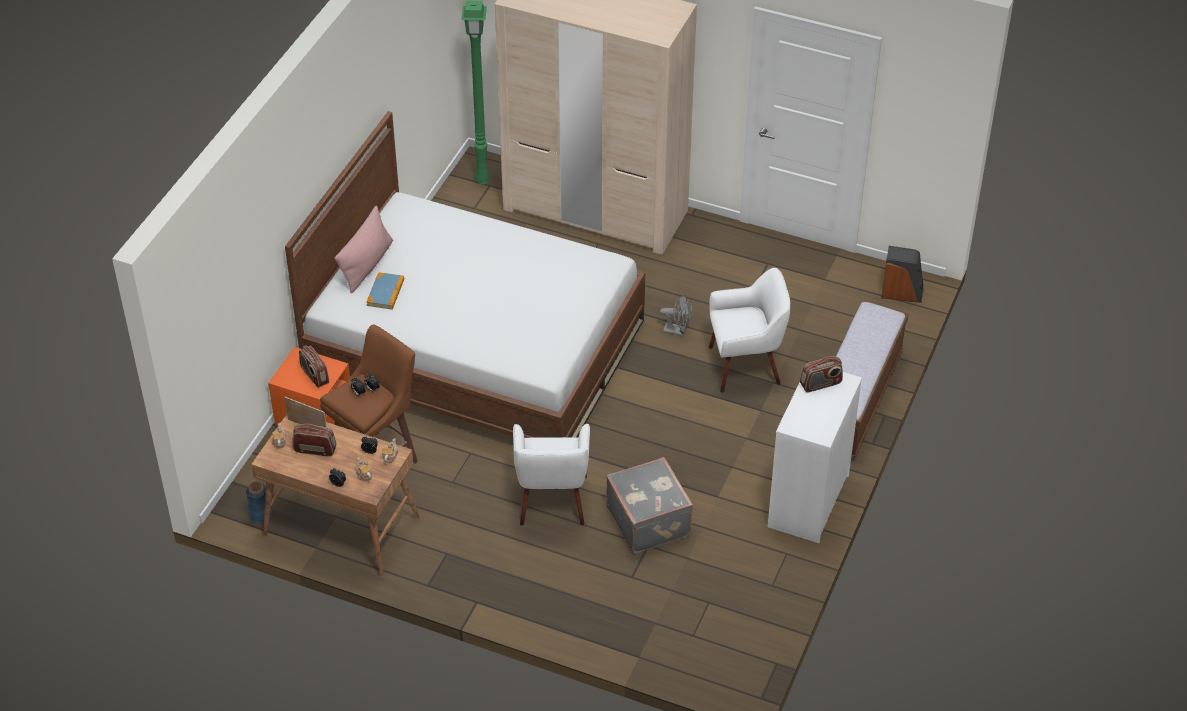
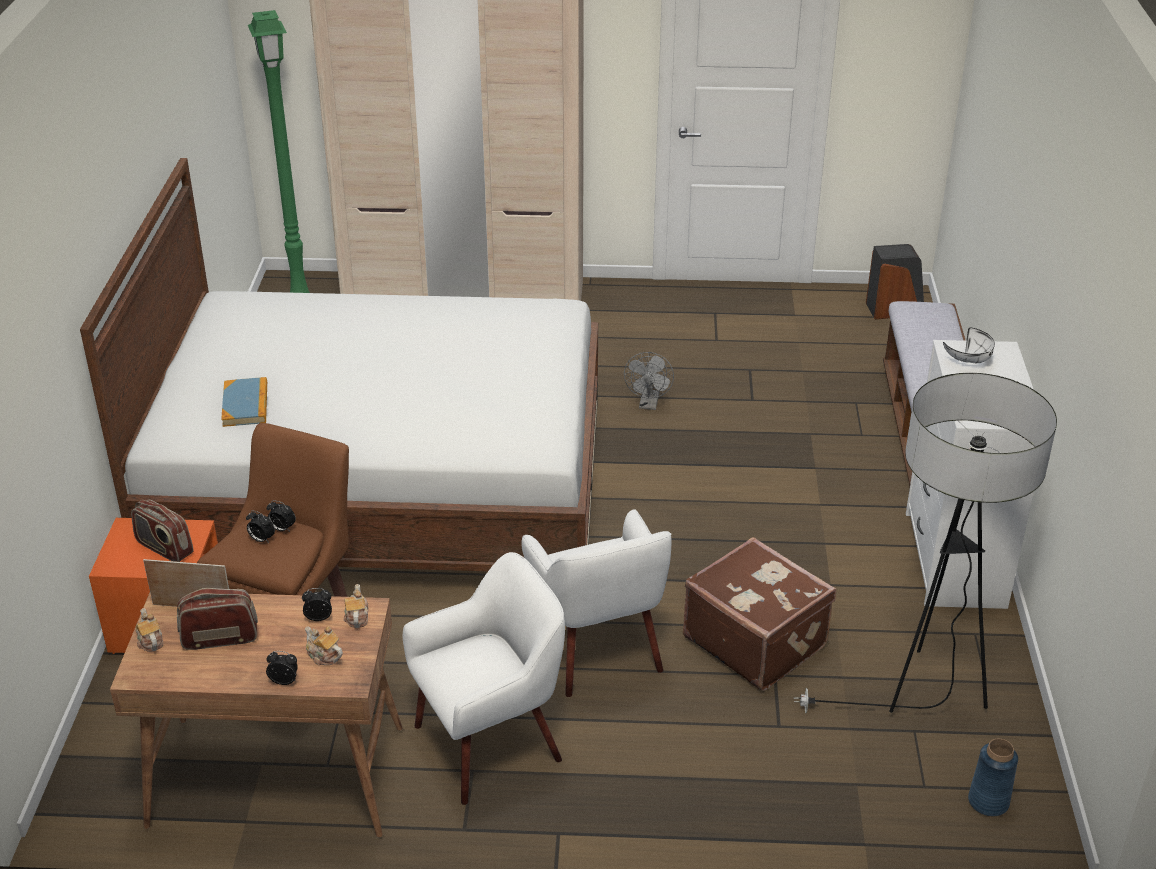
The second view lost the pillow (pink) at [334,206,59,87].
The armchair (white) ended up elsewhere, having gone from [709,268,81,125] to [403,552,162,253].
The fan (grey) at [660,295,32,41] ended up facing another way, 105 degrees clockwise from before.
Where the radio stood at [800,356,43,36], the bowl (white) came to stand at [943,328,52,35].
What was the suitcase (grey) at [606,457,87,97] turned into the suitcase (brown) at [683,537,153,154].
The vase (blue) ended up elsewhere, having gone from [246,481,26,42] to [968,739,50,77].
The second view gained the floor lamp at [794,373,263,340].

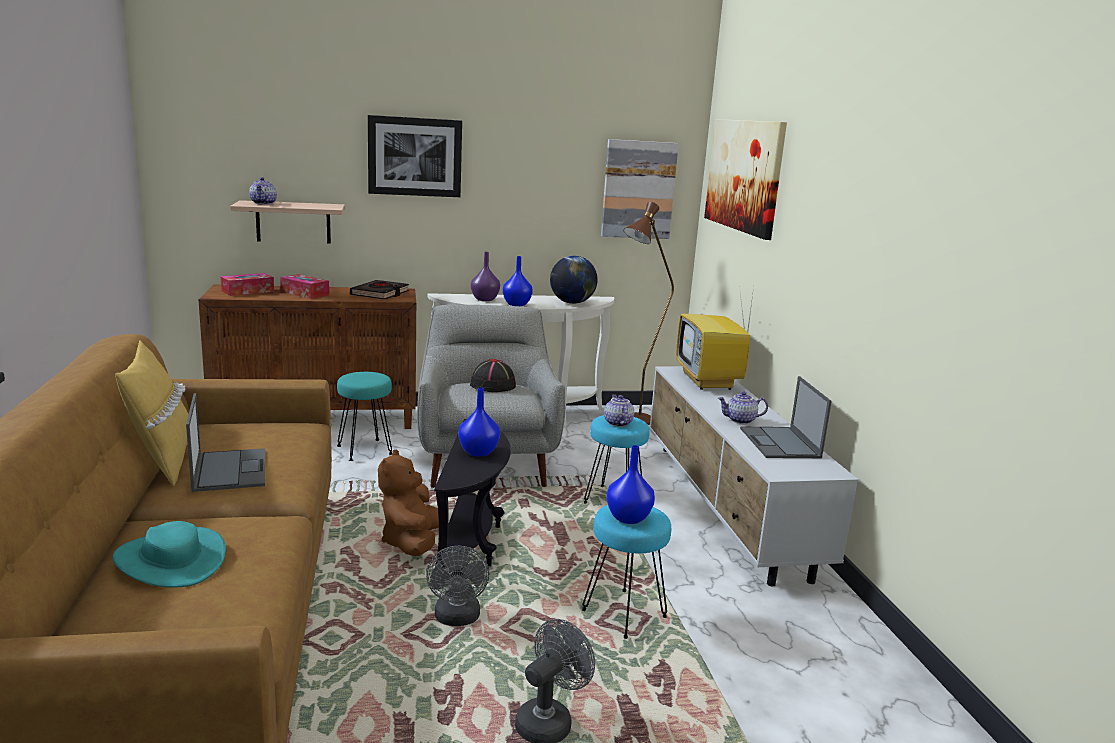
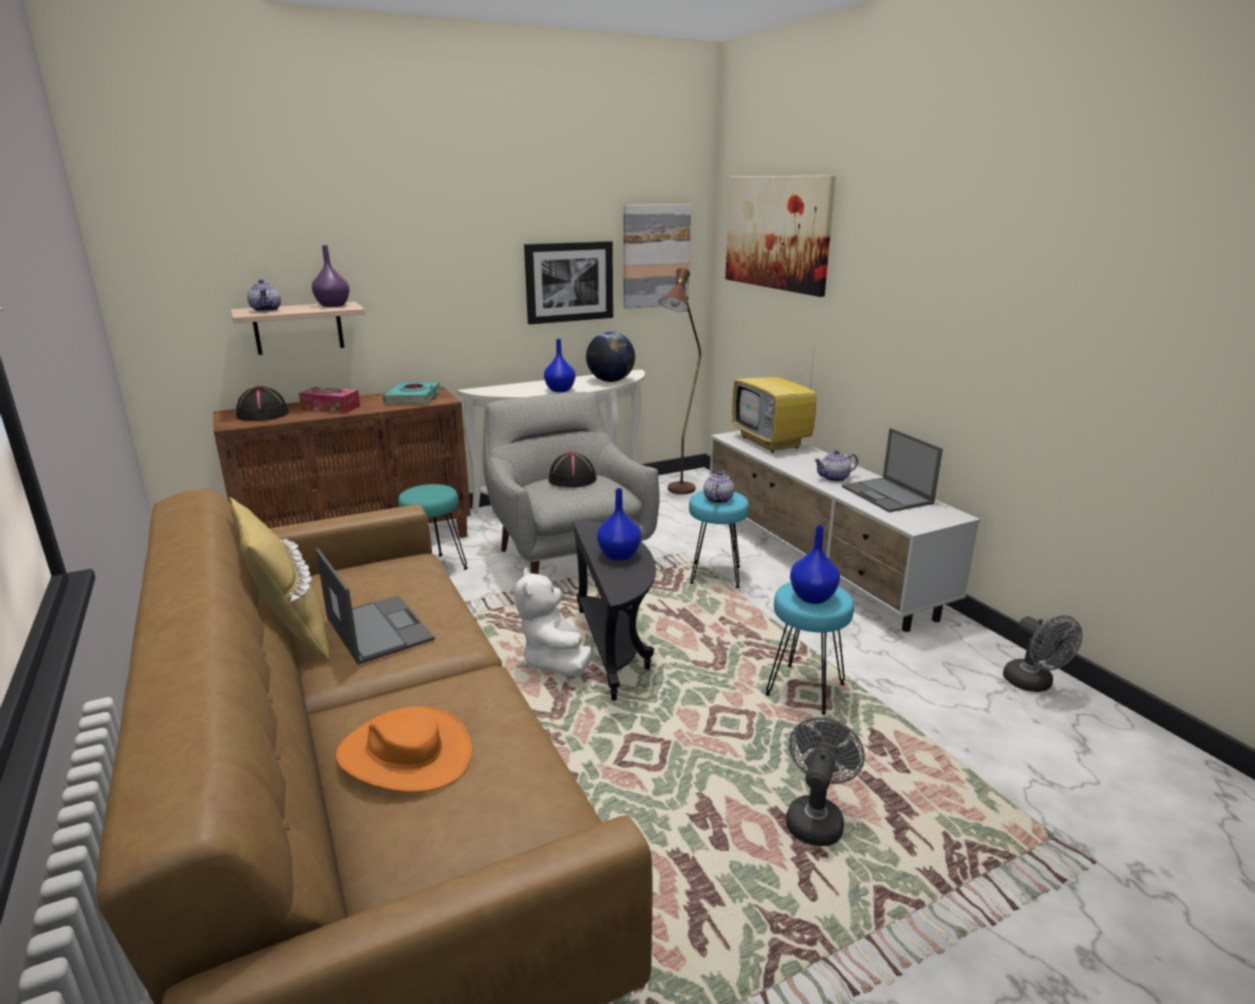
The picture ended up elsewhere, having gone from [368,115,94,82] to [524,241,89,83].
The vase (purple) ended up elsewhere, having gone from [471,252,29,49] to [312,245,38,62].
Where the tissue box stood at [220,273,54,23], the hat (black) came to stand at [236,386,53,35].
What was the book (black) at [350,280,59,20] turned into the book (turquoise) at [382,382,59,22].
The teapot at [604,395,30,32] ended up facing another way, 45 degrees clockwise from before.
What was the plush toy (brown) at [378,449,61,107] turned into the plush toy (white) at [515,567,77,109].
What was the hat (turquoise) at [112,521,114,67] turned into the hat (orange) at [336,707,136,86].
The fan (grey) ended up elsewhere, having gone from [426,546,63,80] to [1003,615,80,77].

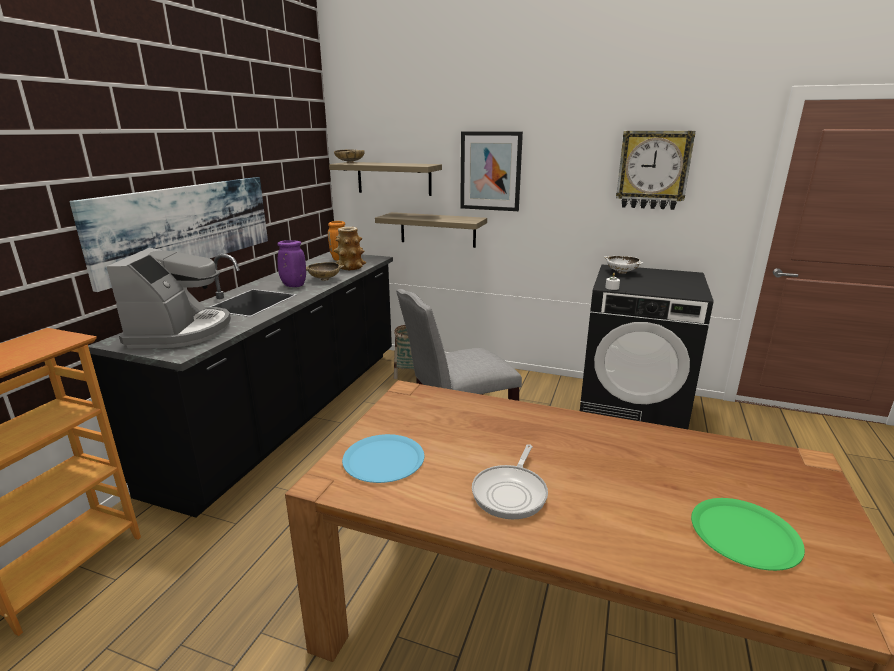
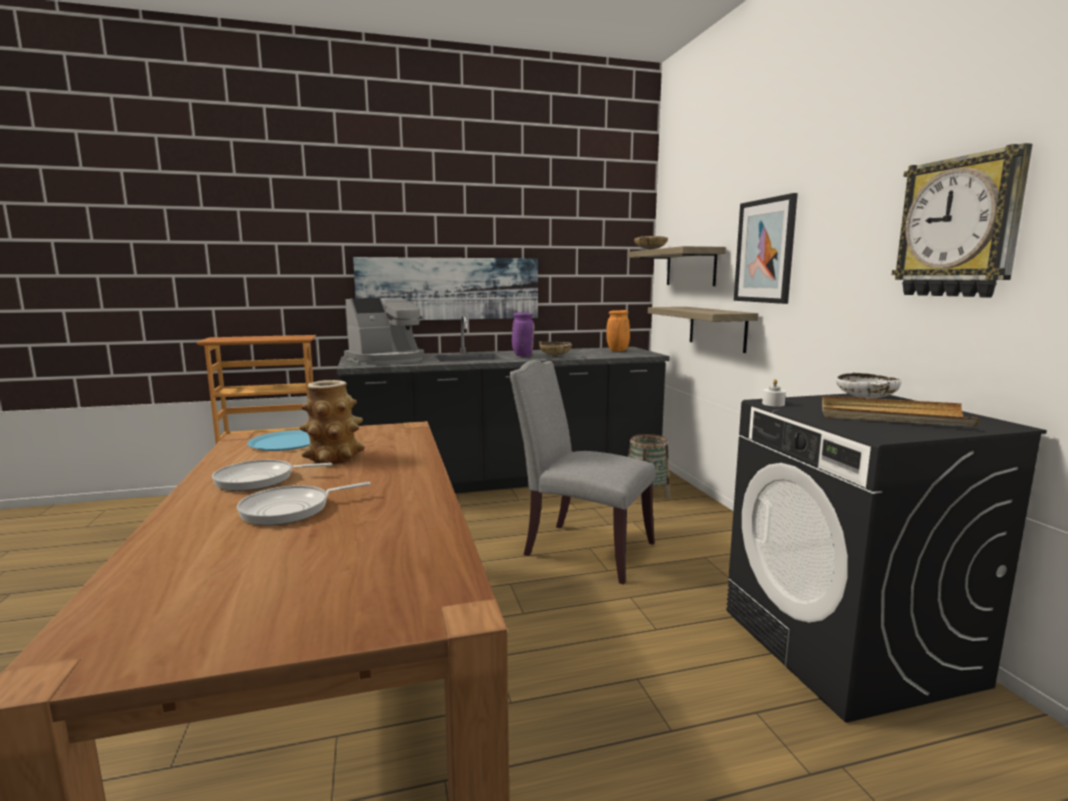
The vase ended up elsewhere, having gone from [333,227,33,43] to [300,380,65,84].
The second view lost the plate (green) at [691,498,114,73].
The second view gained the tray (beige) at [822,396,157,31].
The second view gained the frying pan at [237,482,134,43].

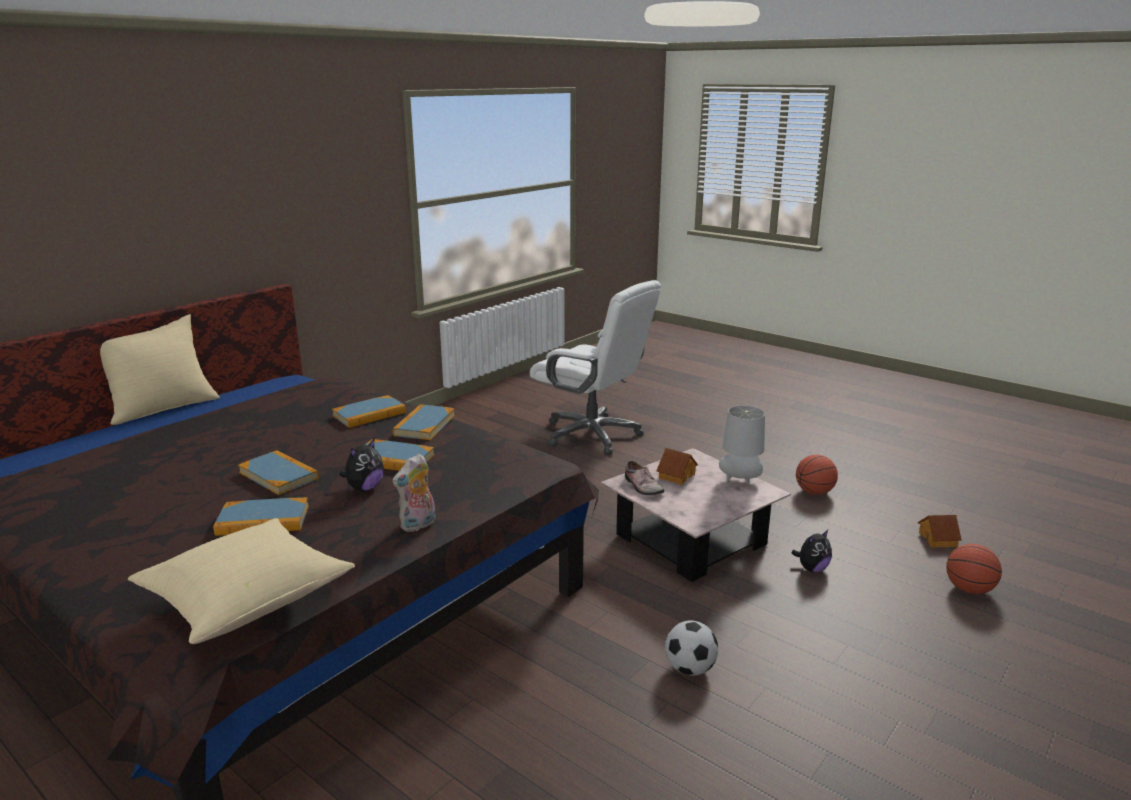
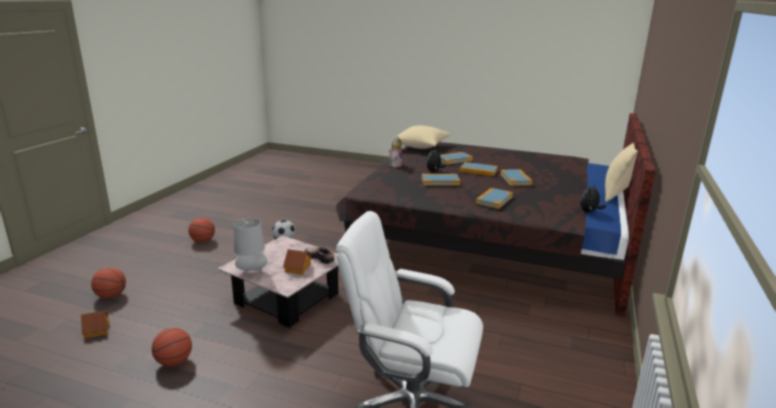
The book ended up elsewhere, having gone from [393,404,62,36] to [500,169,33,17].
The plush toy ended up elsewhere, having gone from [791,530,41,42] to [580,183,26,29].
The second view gained the basketball at [188,217,27,26].

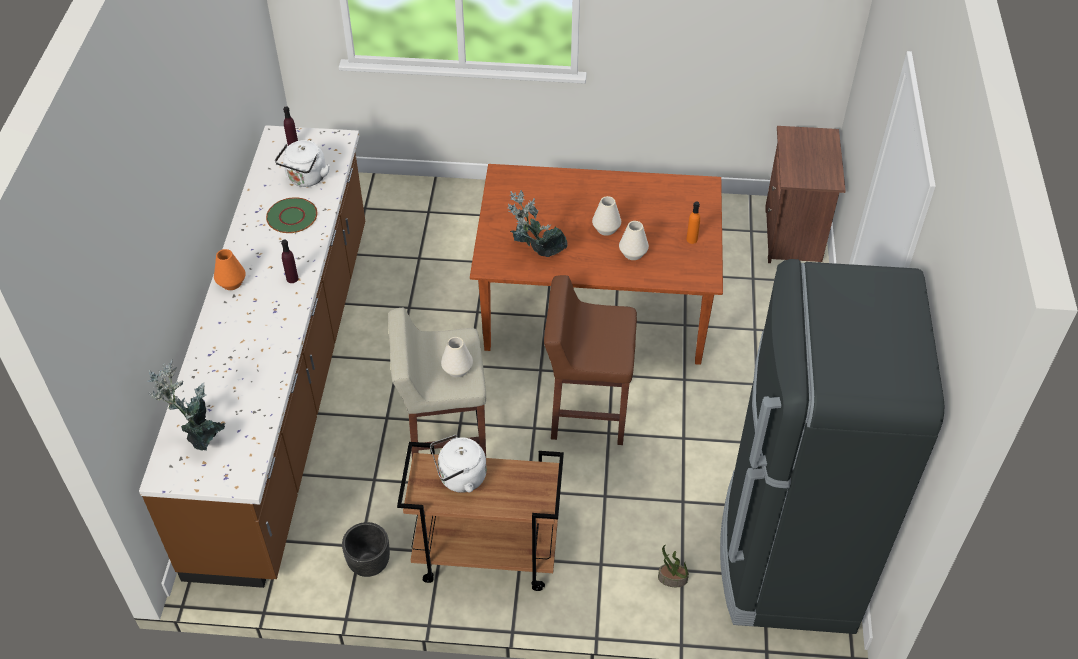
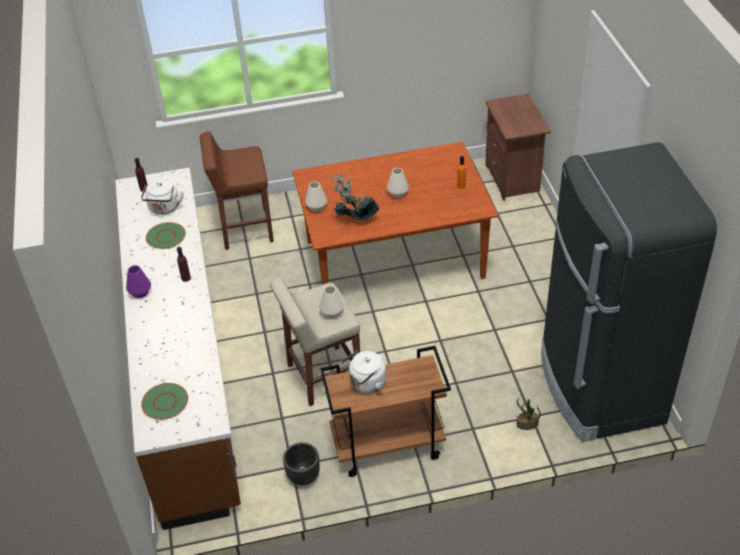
The vase (white) ended up elsewhere, having gone from [619,221,30,39] to [305,182,22,30].
What was the vase (orange) at [214,249,32,41] turned into the vase (purple) at [126,265,25,33].
The stool (brown) ended up elsewhere, having gone from [544,275,93,170] to [200,132,74,118].
Where the potted plant stood at [147,359,78,92], the plate (green) came to stand at [141,383,47,37].

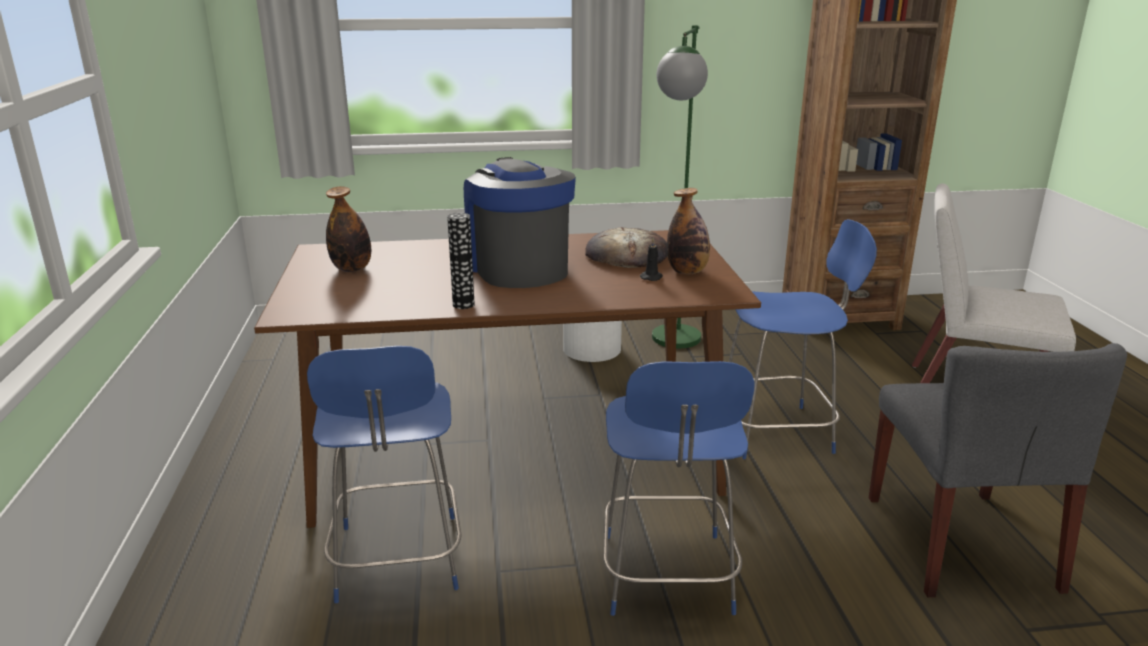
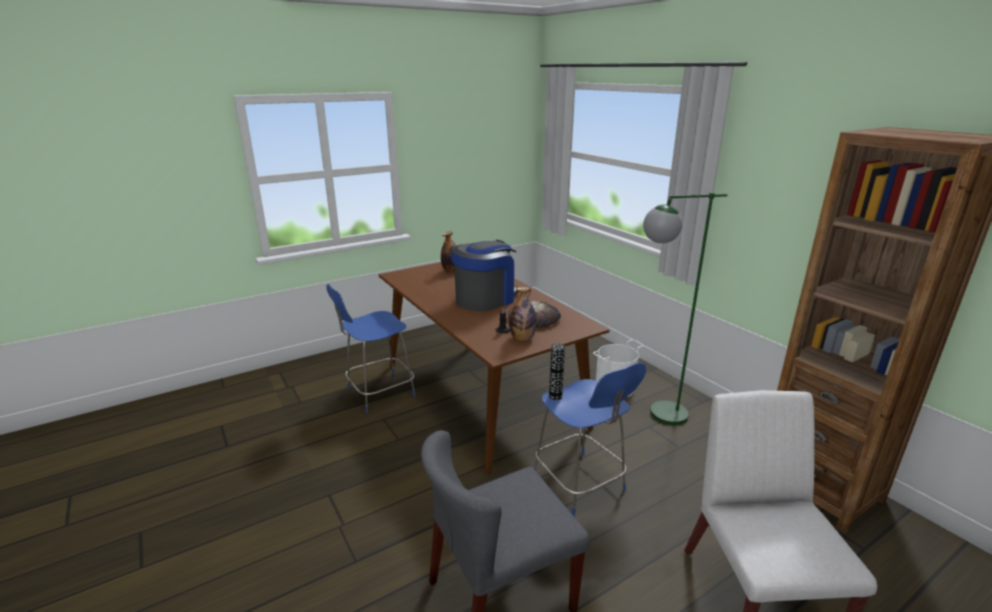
The vase ended up elsewhere, having gone from [447,213,28,96] to [549,344,16,56].
The second view lost the stool (blue) at [603,361,152,255].

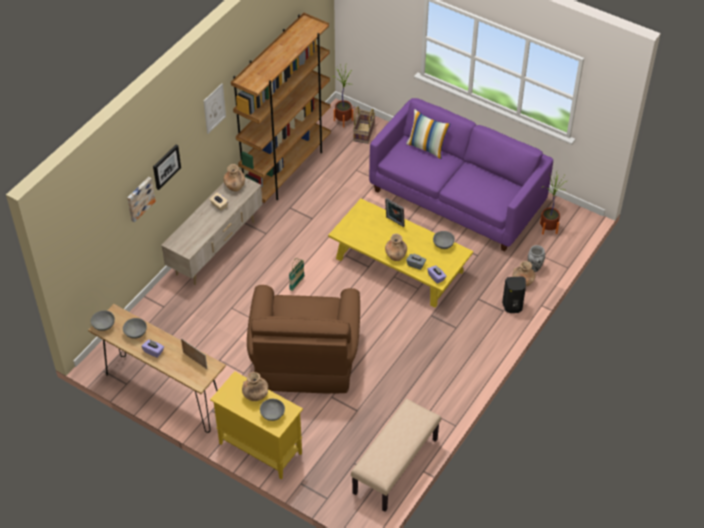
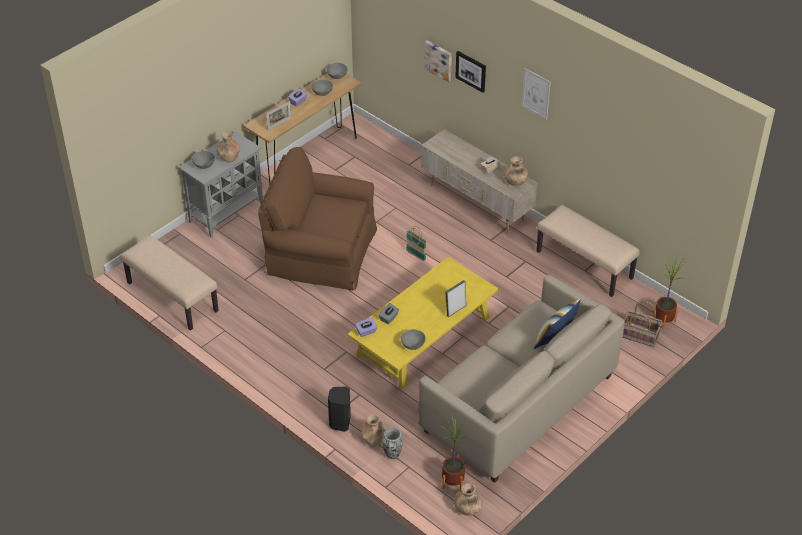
Where the bookcase (brown) stood at [231,13,100,190], the bench (beige) came to stand at [536,205,104,92].
What was the sofa (purple) at [369,98,184,154] turned into the sofa (beige) at [418,275,207,208].
The vase (brown) ended up elsewhere, having gone from [385,233,22,28] to [454,483,29,32].
What was the cabinet (yellow) at [210,371,93,108] turned into the cabinet (grey) at [178,132,85,106].

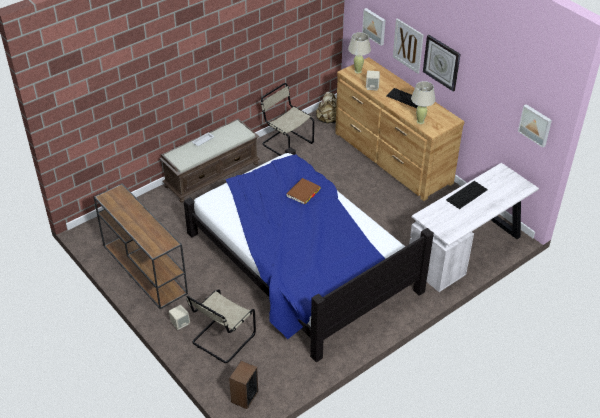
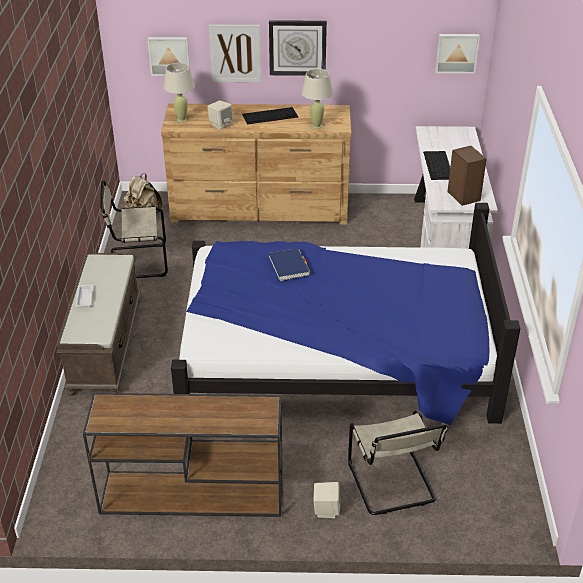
What was the book (brown) at [286,178,35,27] turned into the book (blue) at [269,248,42,33].
The speaker ended up elsewhere, having gone from [229,361,29,48] to [447,146,40,60].

